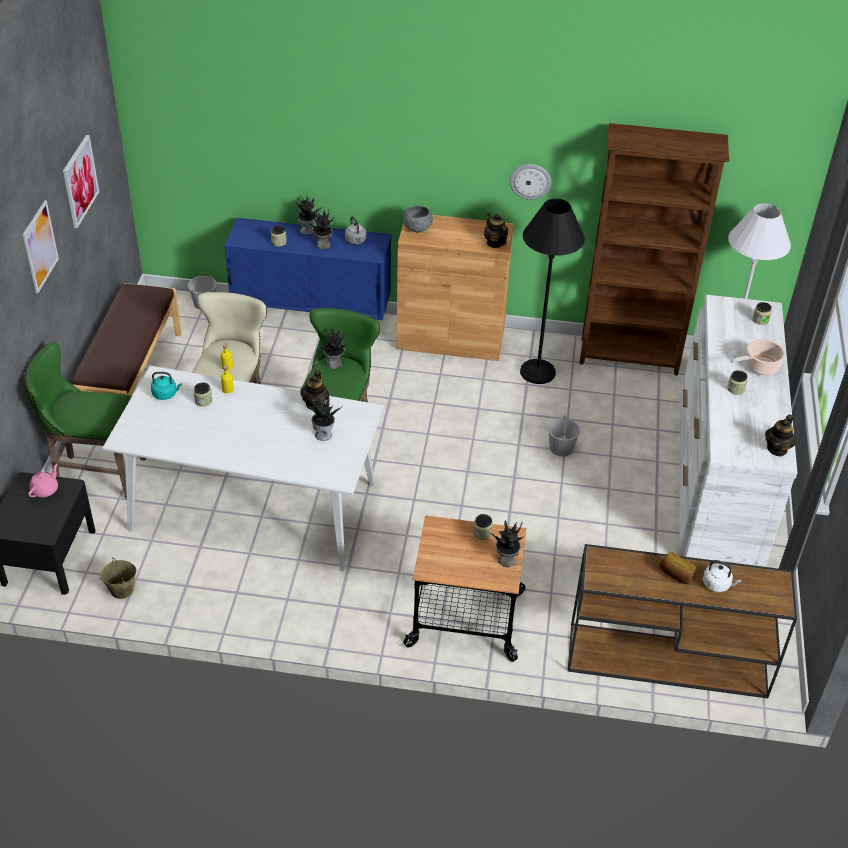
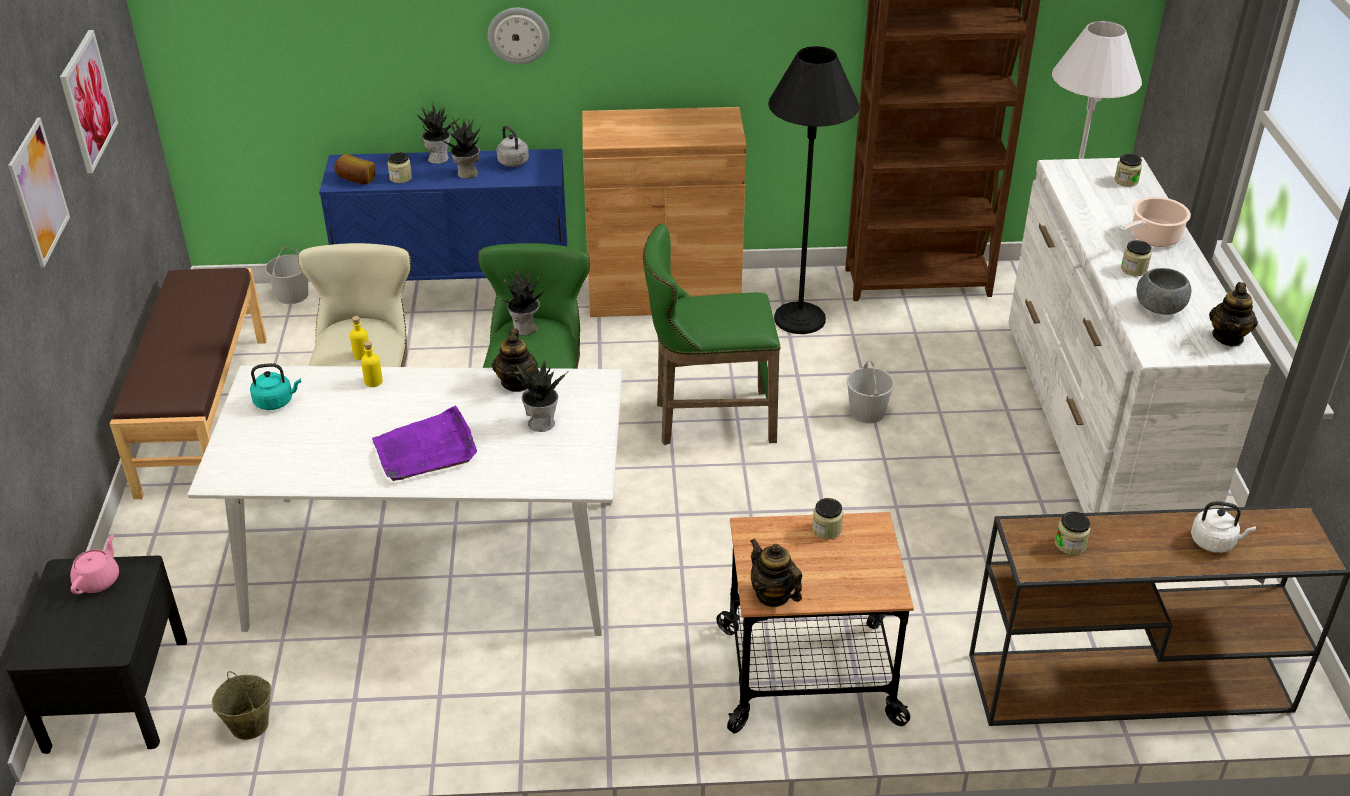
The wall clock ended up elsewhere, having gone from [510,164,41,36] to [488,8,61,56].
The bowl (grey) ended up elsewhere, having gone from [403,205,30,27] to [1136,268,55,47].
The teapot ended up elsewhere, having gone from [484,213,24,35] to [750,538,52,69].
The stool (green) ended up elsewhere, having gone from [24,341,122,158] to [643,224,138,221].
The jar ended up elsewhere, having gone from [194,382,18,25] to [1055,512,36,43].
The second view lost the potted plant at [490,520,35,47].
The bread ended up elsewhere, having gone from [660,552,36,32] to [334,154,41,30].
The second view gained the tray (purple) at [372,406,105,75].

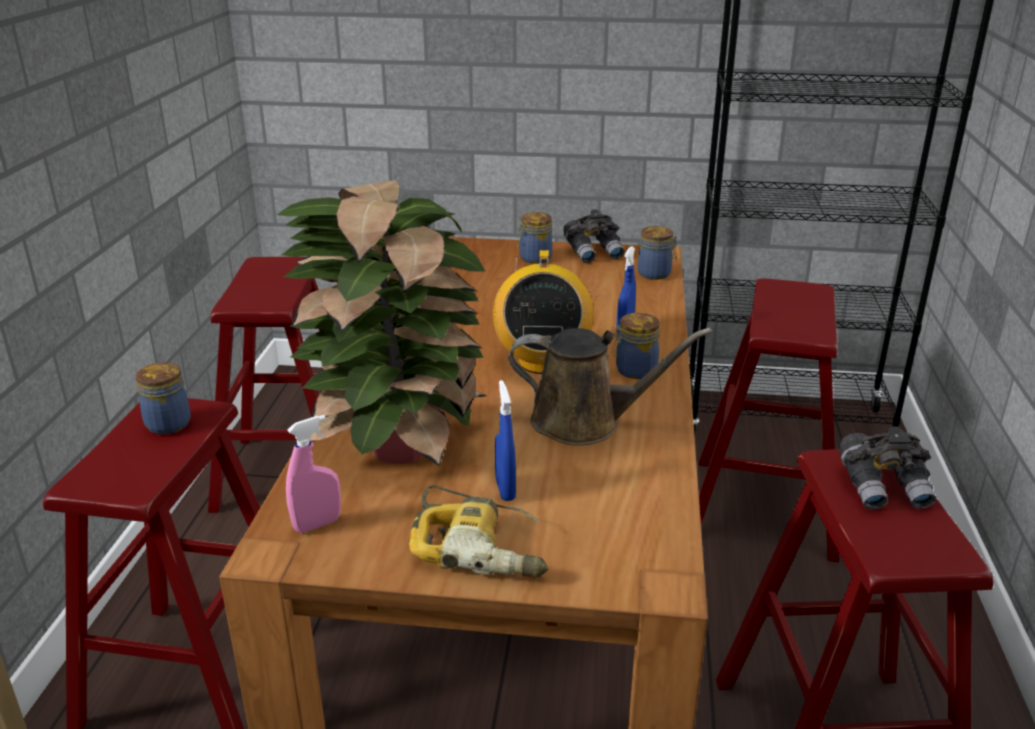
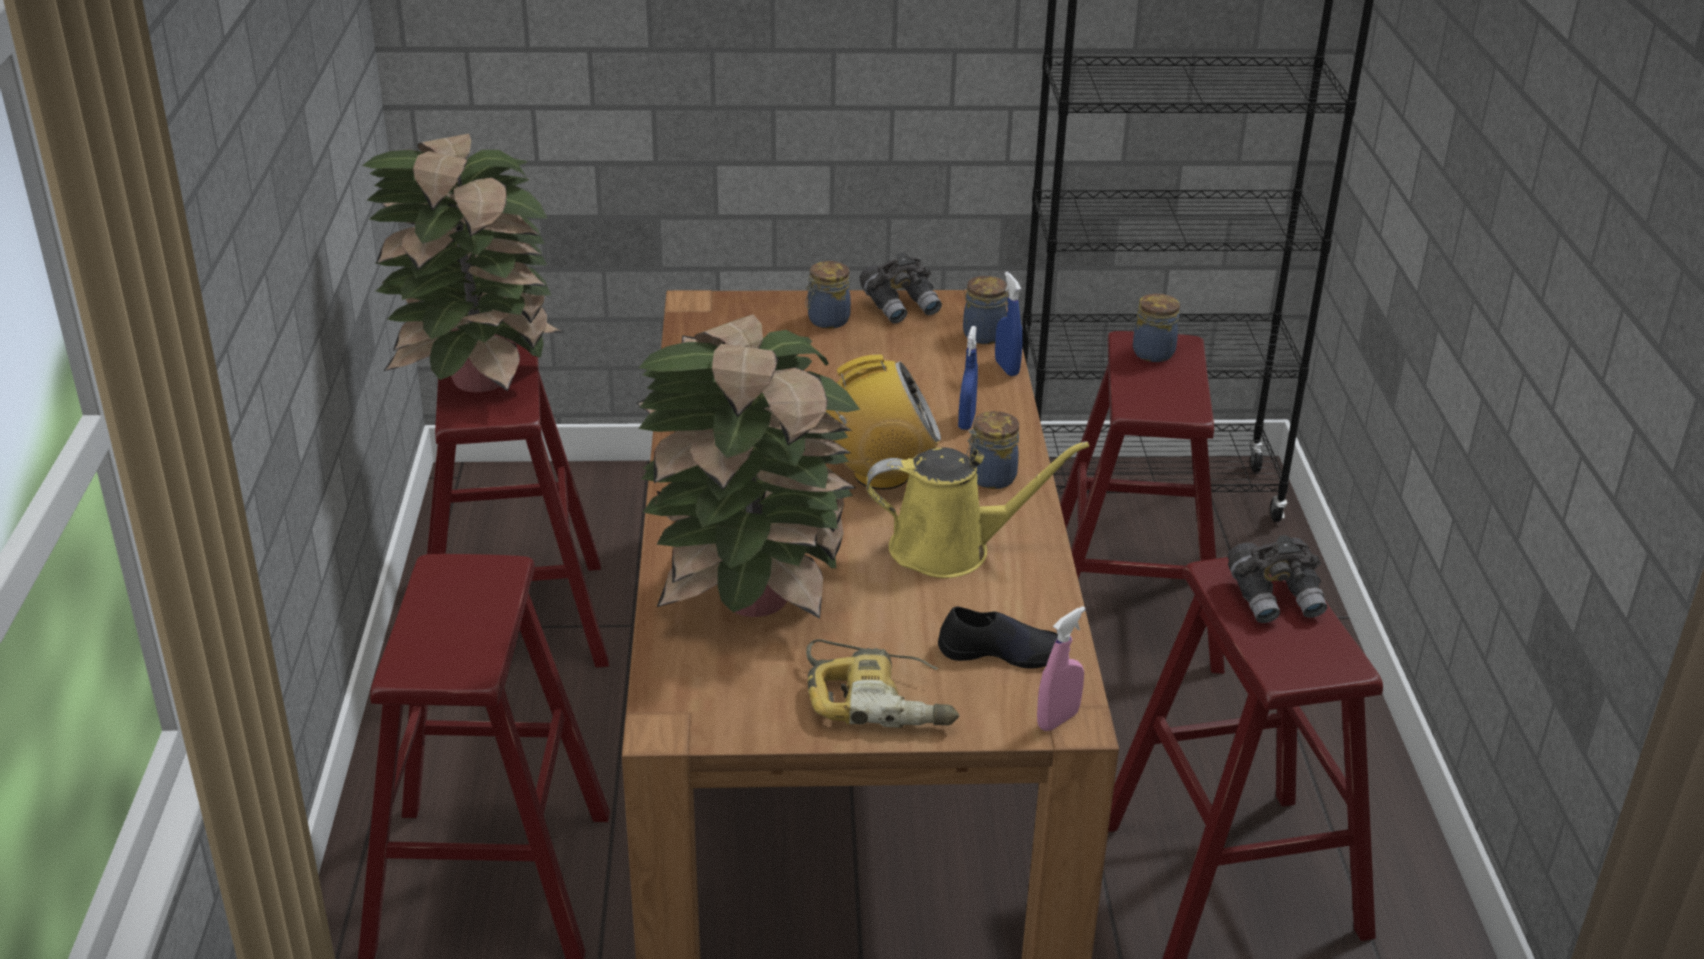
The radio at [493,250,101,124] ended up facing another way, 90 degrees counterclockwise from before.
What was the watering can (brown) at [508,328,203,118] turned into the watering can (yellow) at [866,441,223,137].
The jar ended up elsewhere, having gone from [136,362,55,72] to [1133,293,47,69].
The spray bottle (blue) ended up elsewhere, having gone from [495,380,21,121] to [995,272,28,104].
The spray bottle (pink) ended up elsewhere, having gone from [286,415,55,118] to [1037,606,49,125].
The second view gained the potted plant at [362,134,201,258].
The second view gained the shoe (black) at [938,607,120,62].

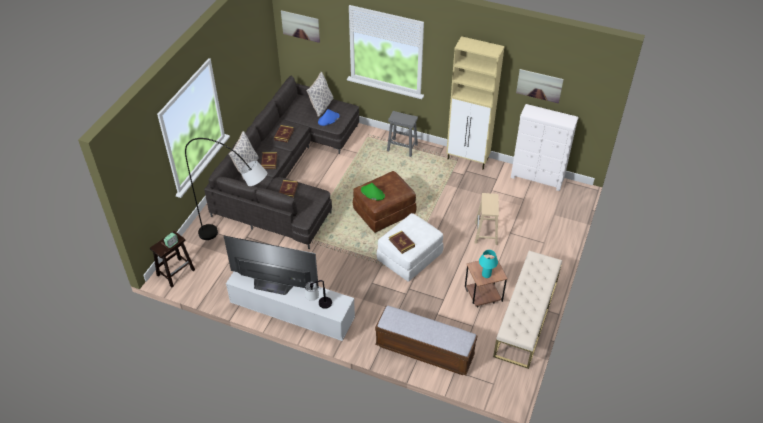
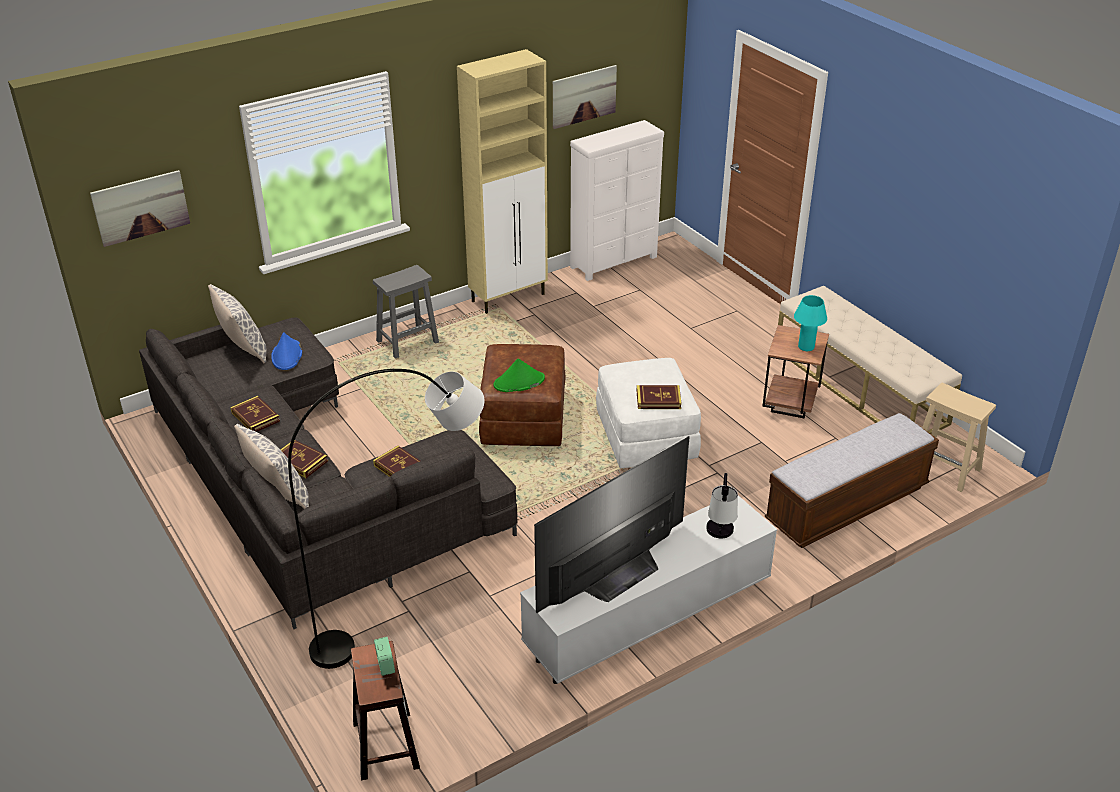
The stool (beige) ended up elsewhere, having gone from [475,193,24,52] to [922,383,74,109].

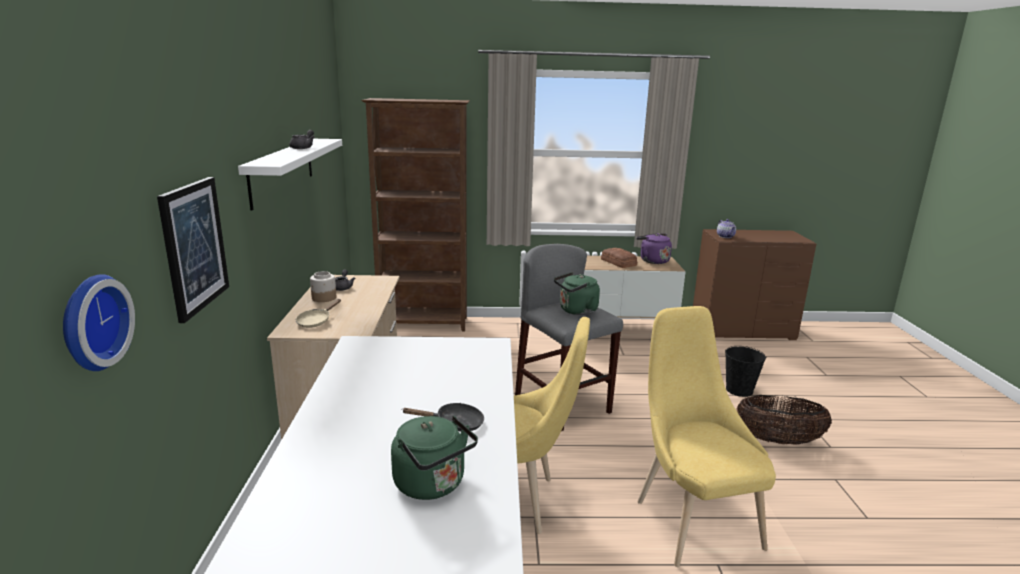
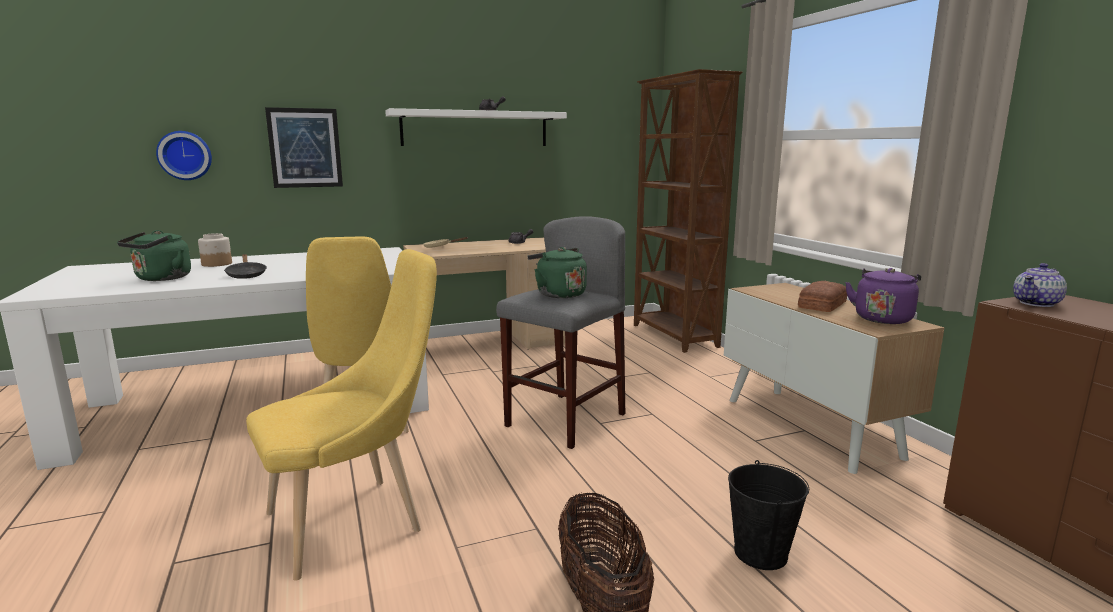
The jar ended up elsewhere, having gone from [310,271,26,31] to [198,233,34,34].

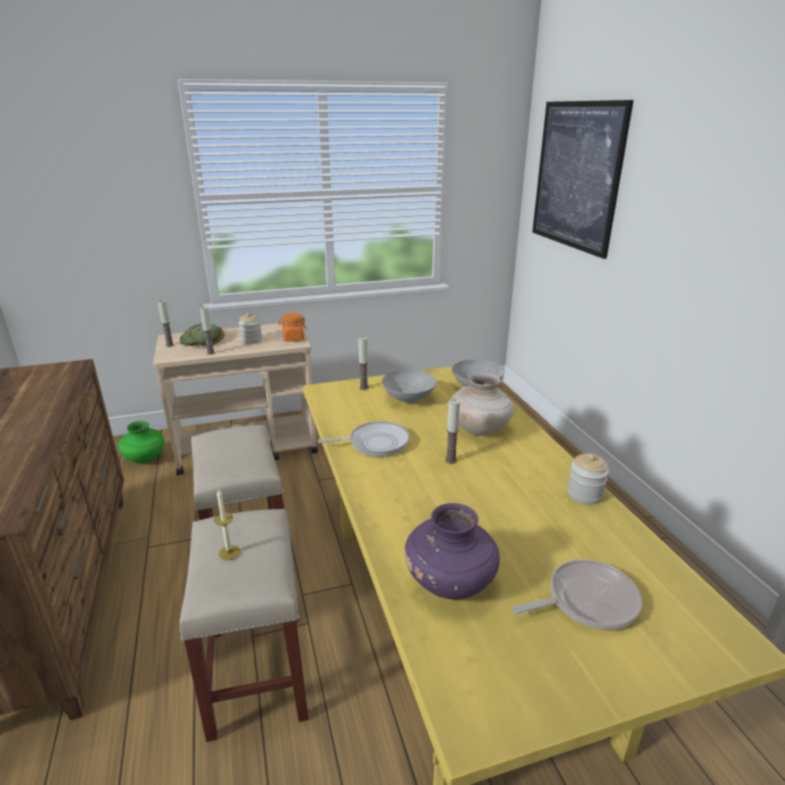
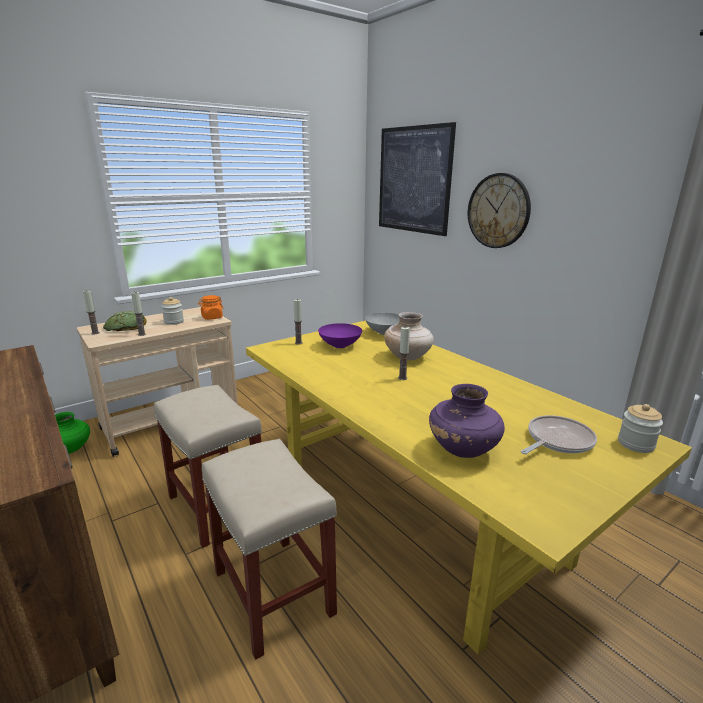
What was the bowl (grey) at [382,370,55,33] turned into the bowl (purple) at [318,323,44,25].
The second view lost the frying pan at [318,421,92,36].
The jar ended up elsewhere, having gone from [567,453,42,52] to [618,404,45,49].
The second view lost the candle at [214,489,26,71].
The second view gained the wall clock at [468,173,63,75].

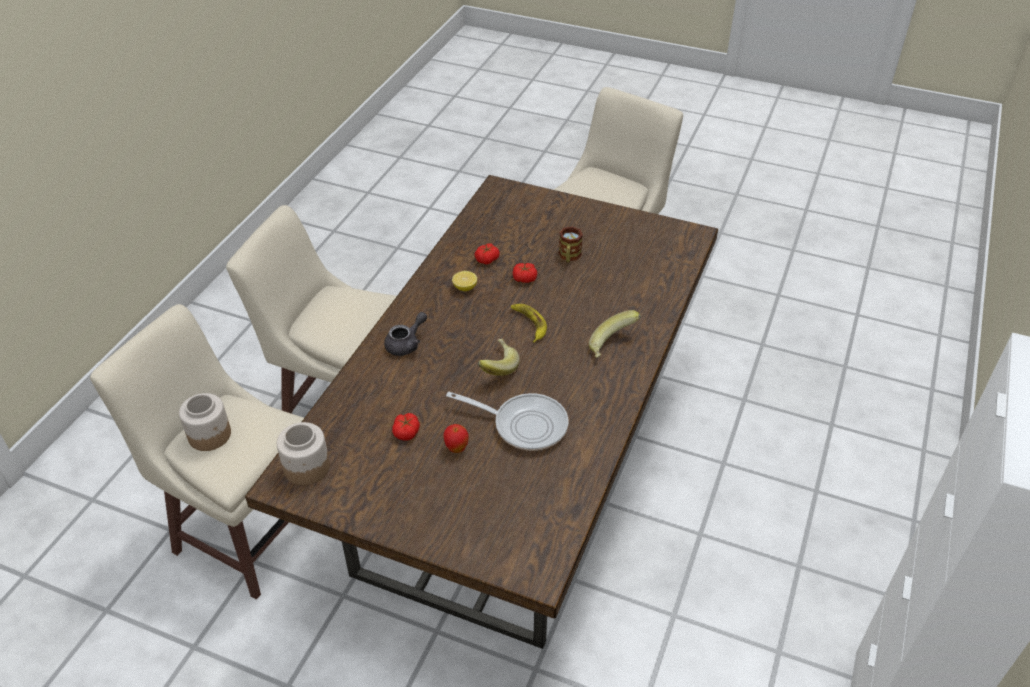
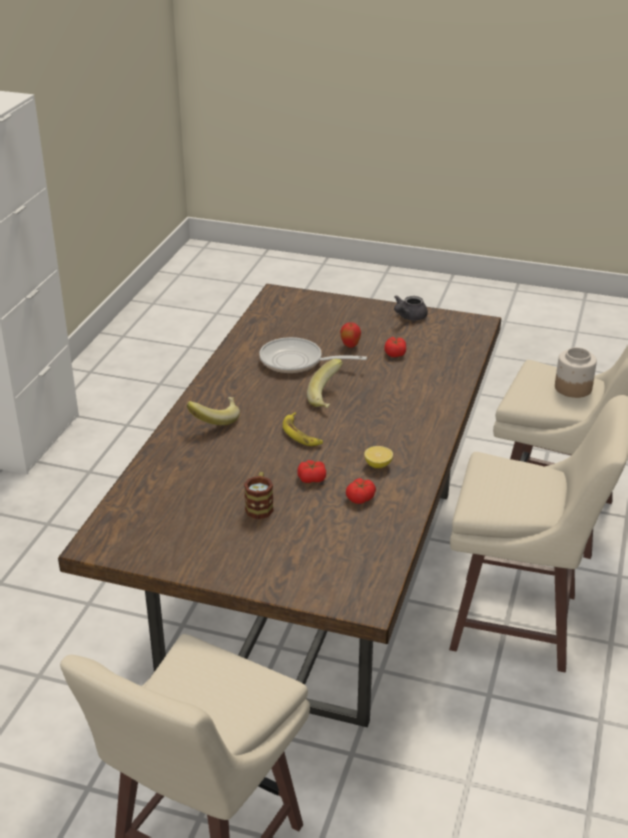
The teapot (grey) ended up elsewhere, having gone from [384,312,43,44] to [394,295,34,26].
The second view lost the jar at [277,422,53,64].

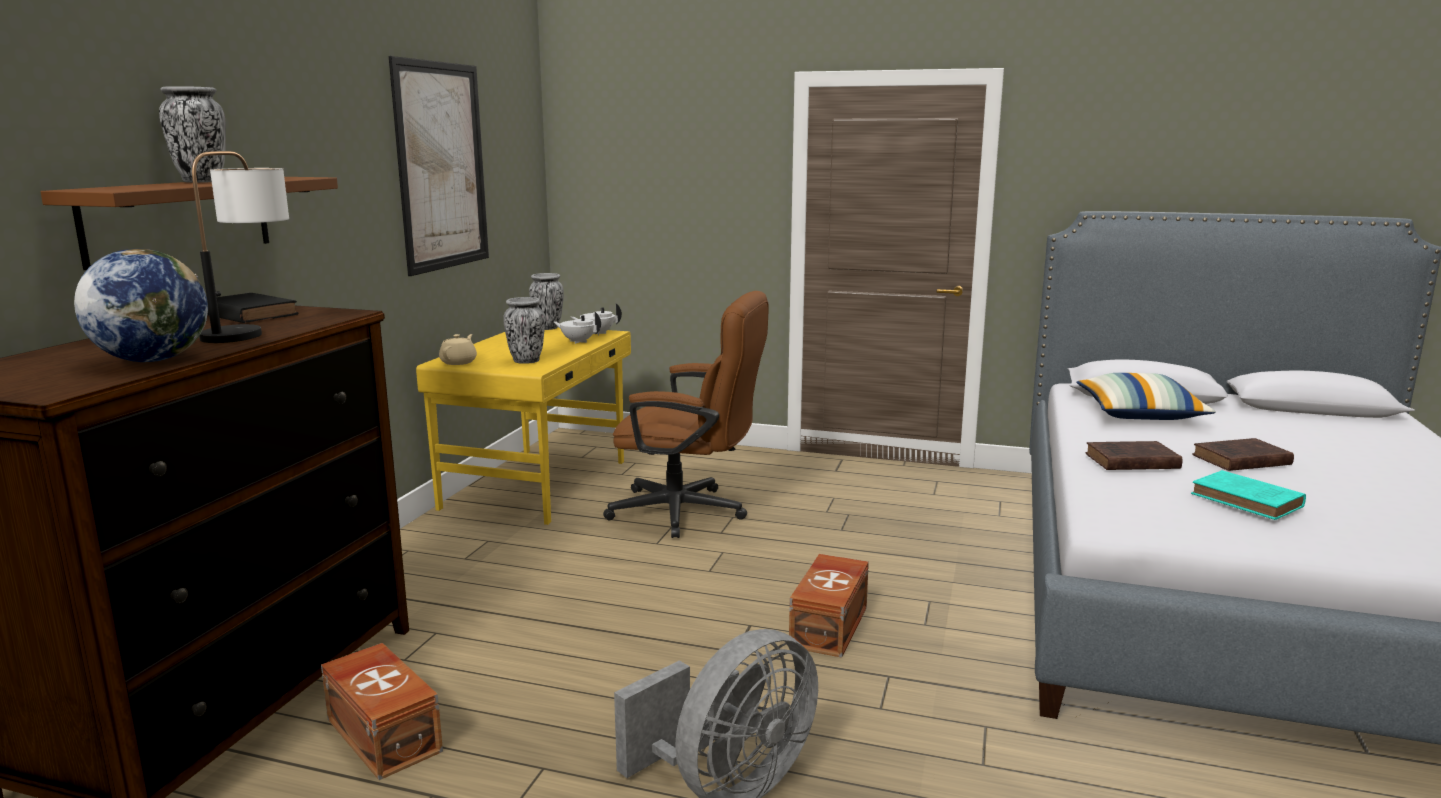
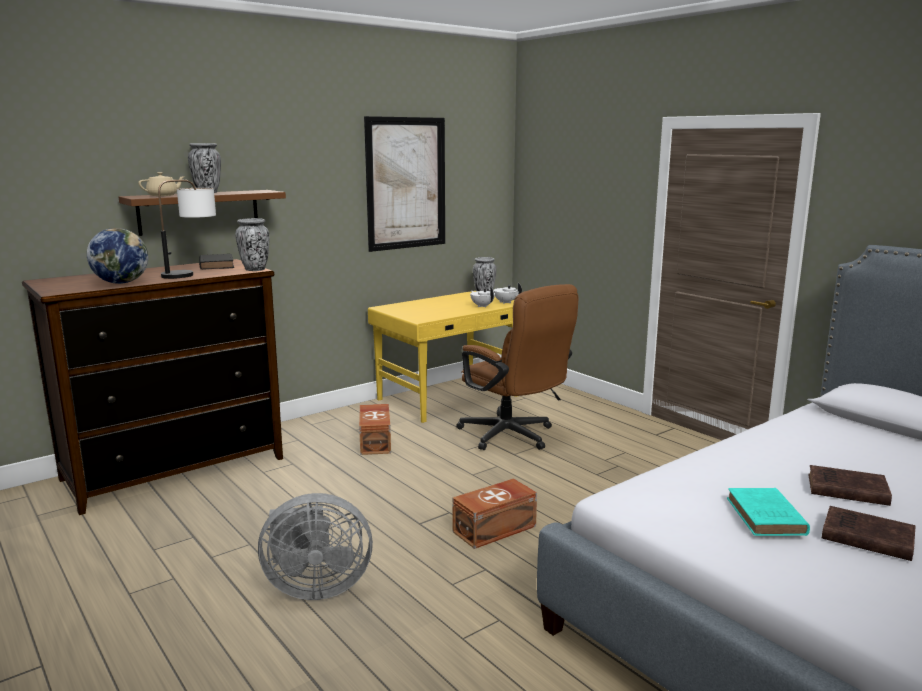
The vase ended up elsewhere, having gone from [503,297,42,67] to [236,218,33,53].
The teapot (beige) ended up elsewhere, having gone from [439,334,38,31] to [138,172,47,24].
The second view lost the pillow at [1076,373,140,47].
The book (brown) ended up elsewhere, having gone from [1085,441,97,29] to [822,506,94,55].
The storage box (brown) ended up elsewhere, having gone from [321,643,122,137] to [359,404,32,51].

